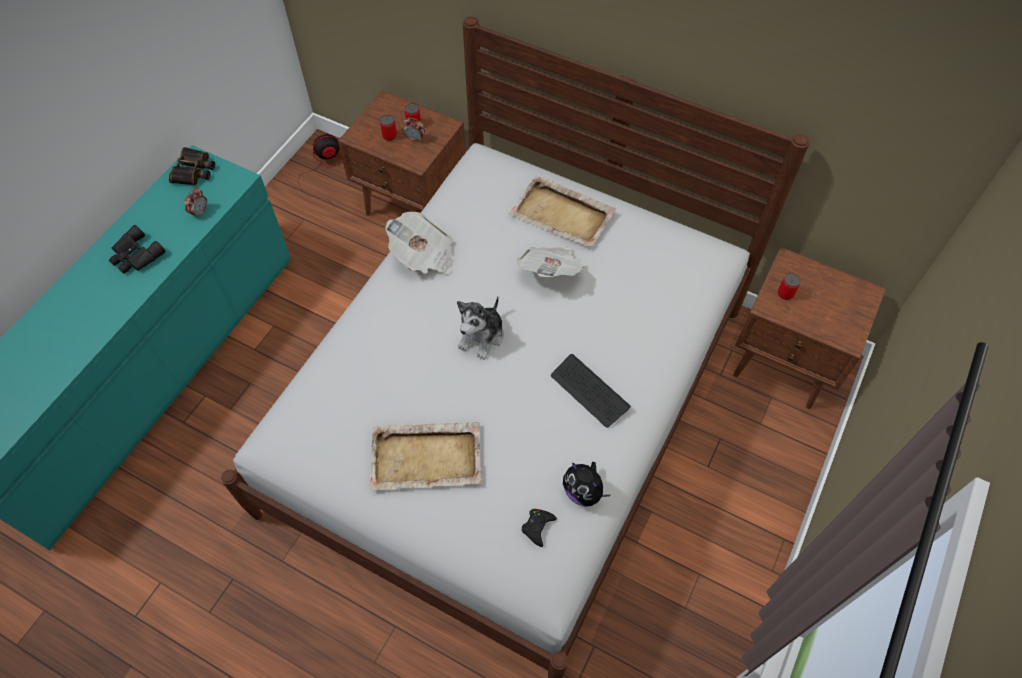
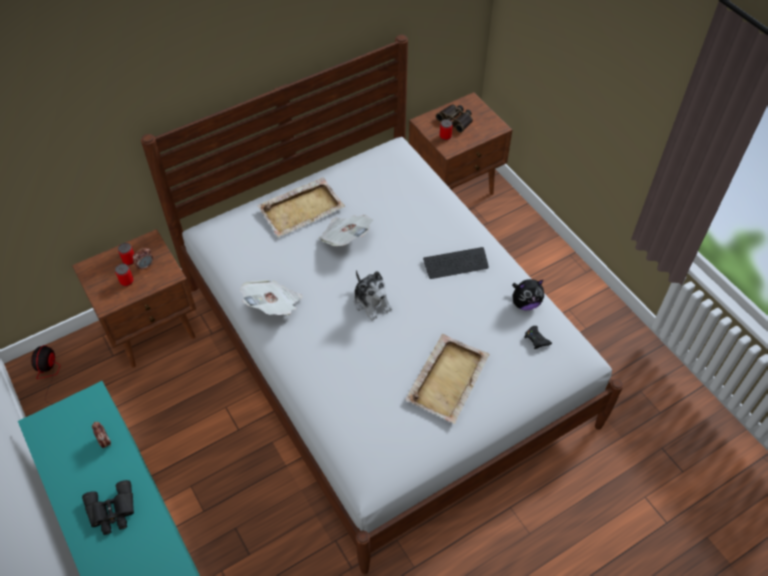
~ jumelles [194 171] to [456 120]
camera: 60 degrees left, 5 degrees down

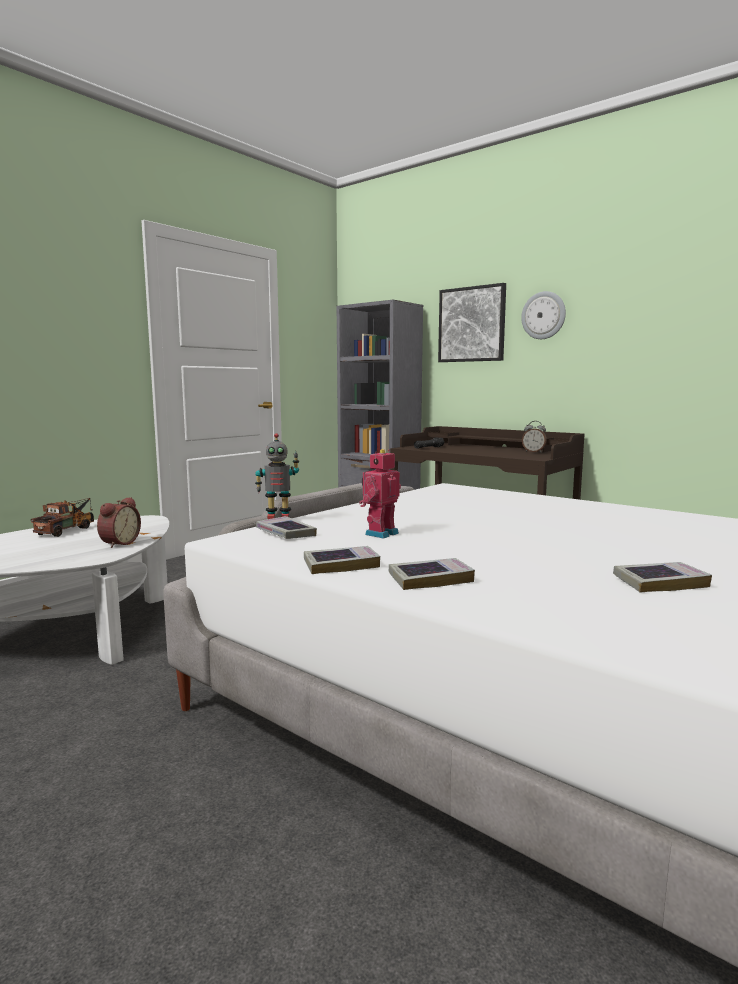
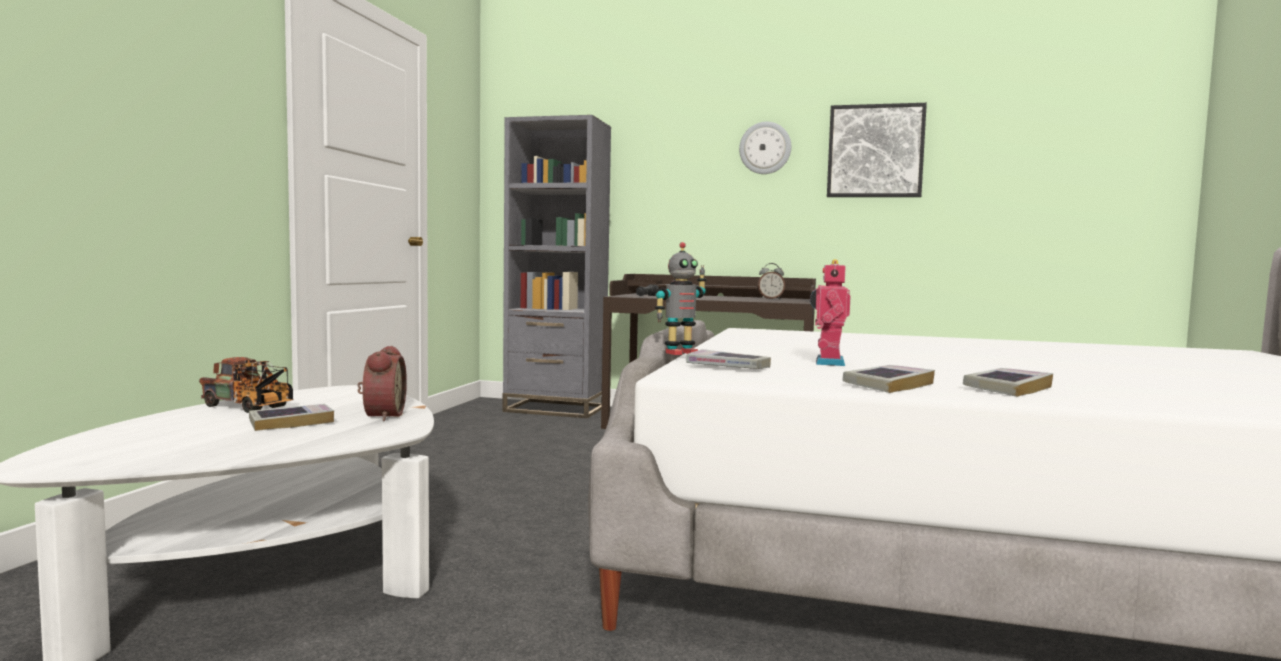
~ tableau [472 324] to [875 151]
~ livre [660 582] to [291 423]
~ camion jouet [68 530] = [251 407] 120 degrees clockwise
camera: 25 degrees left, 5 degrees down

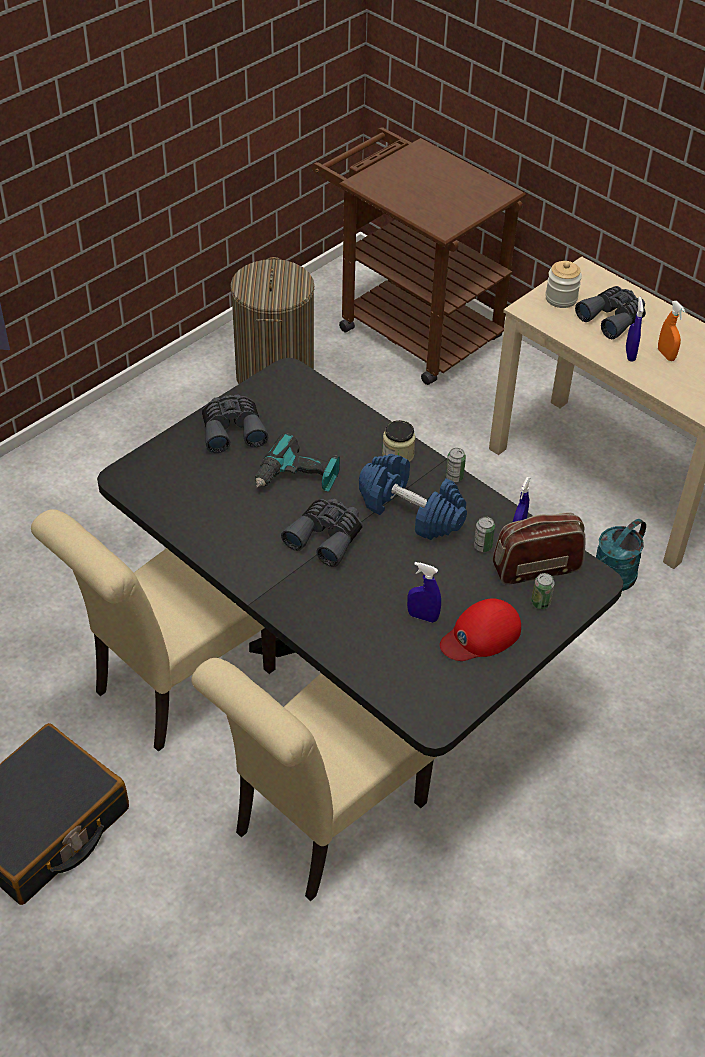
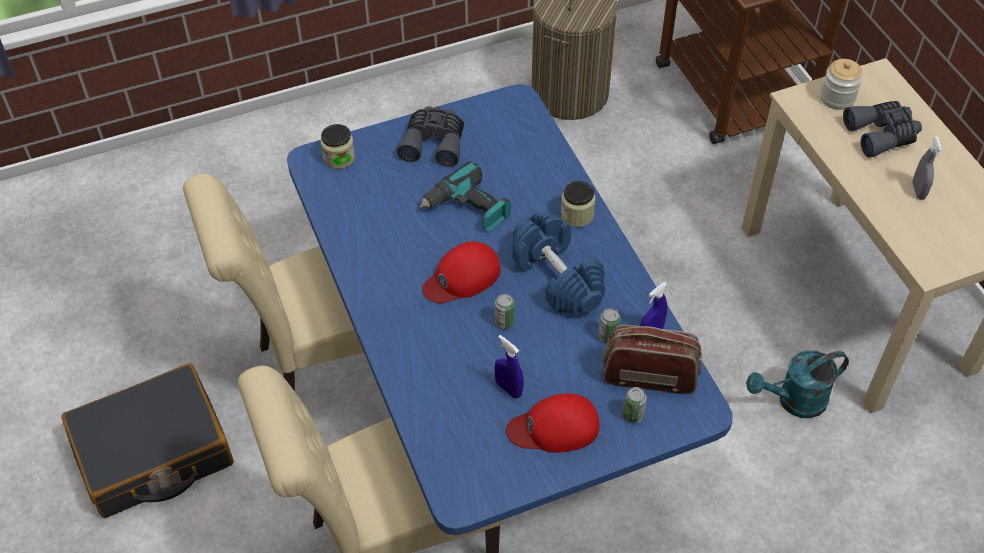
- vaporisateur (bleu) [630 354]
+ bocal [339 158]
~ boîte métallique [454 477] to [504 322]
~ jumelles (gris) [326 537] to casquette (rouge) [462 277]
~ table à manger (noir) [349 667] to table à manger (bleu) [493 402]
~ vaporisateur (orange) [666 355] to vaporisateur (gris) [918 191]
camera: 25 degrees right, 5 degrees up

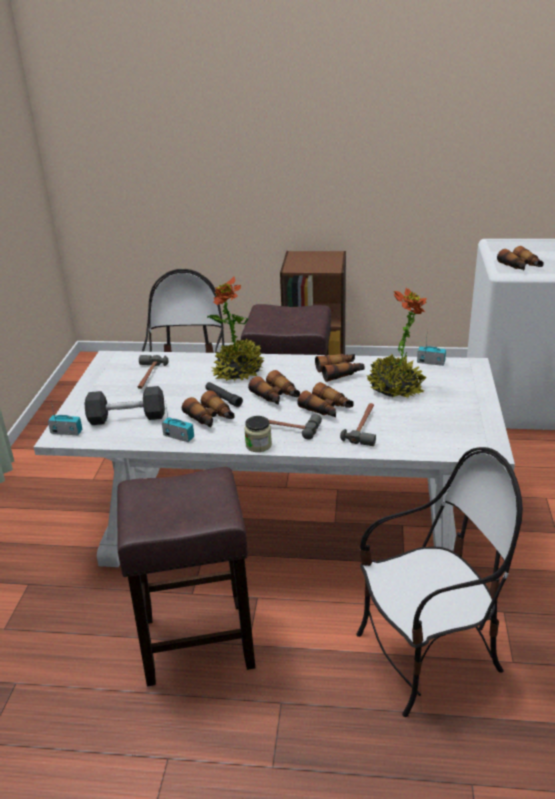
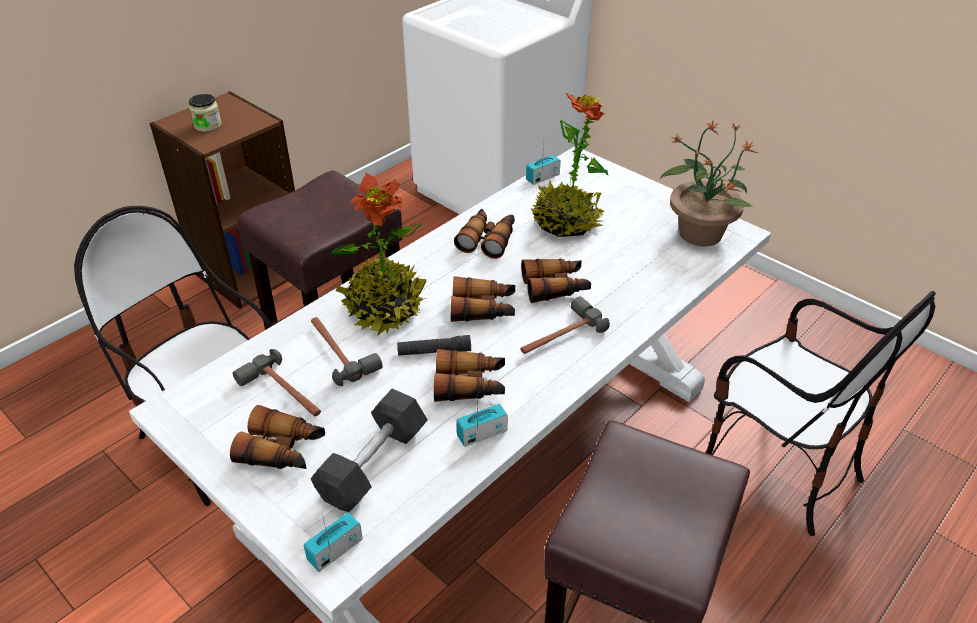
+ plante en pot [699 233]
~ bocal [258 445] to [208 125]
~ marteau [365 427] to [339 352]
~ jumelles [521 267] to [283 450]
~ chaise [427 658] = [777 468] 120 degrees clockwise
camera: 55 degrees left, 10 degrees up

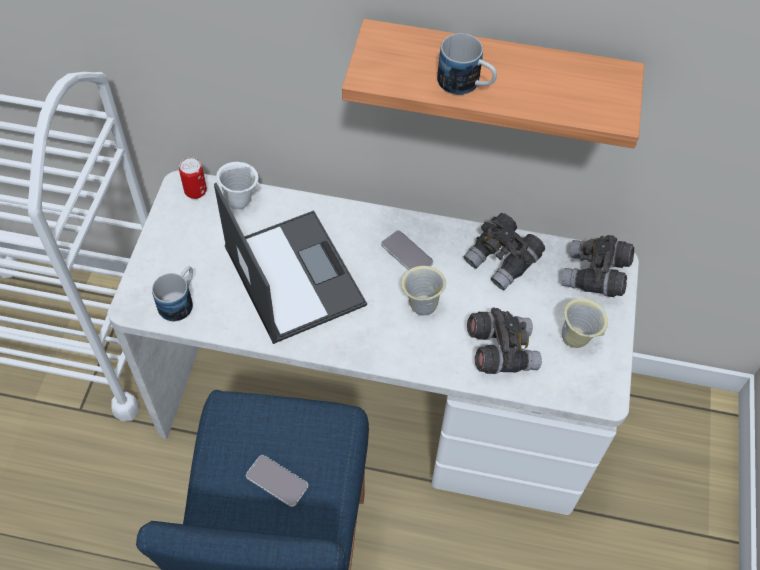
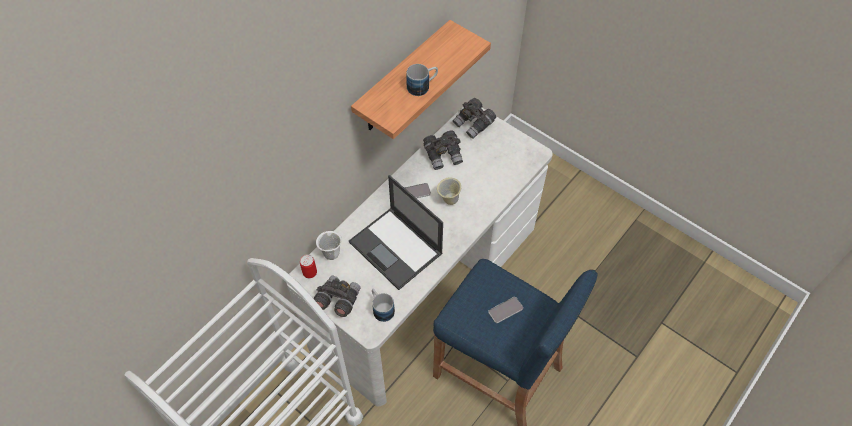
- mug (beige) [577 338]
~ jumelles (gris) [500 351] to [337 300]
~ ordinateur portable [293 275] = [396 248] 135 degrees counterclockwise
camera: 60 degrees left, 0 degrees up

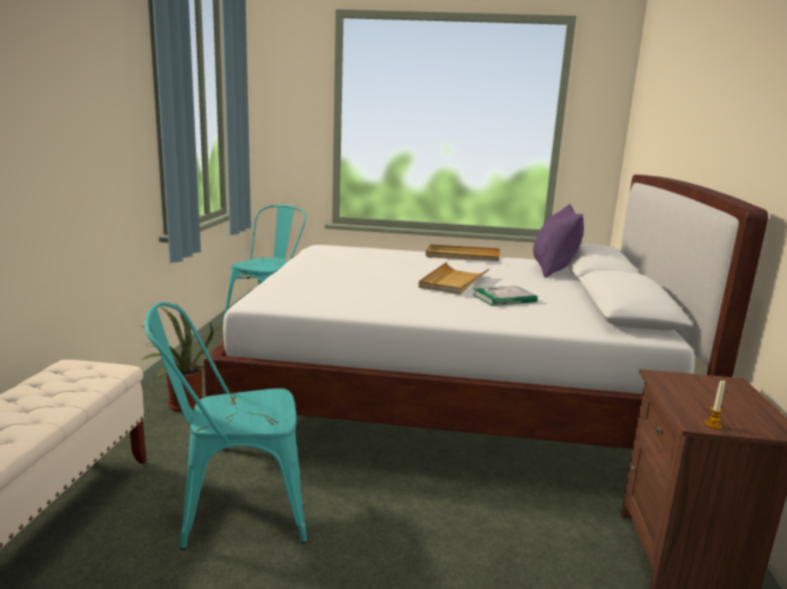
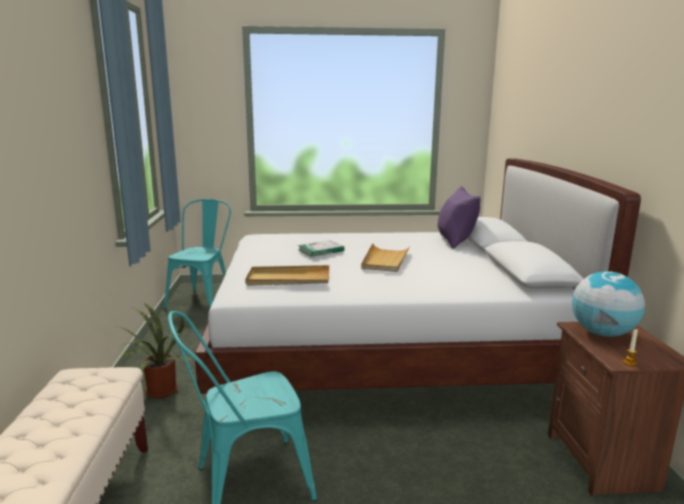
+ globe [602 333]
~ plateau (beige) [462 256] to [288 279]
~ livre [504 298] to [321 250]
camera: 10 degrees left, 0 degrees up

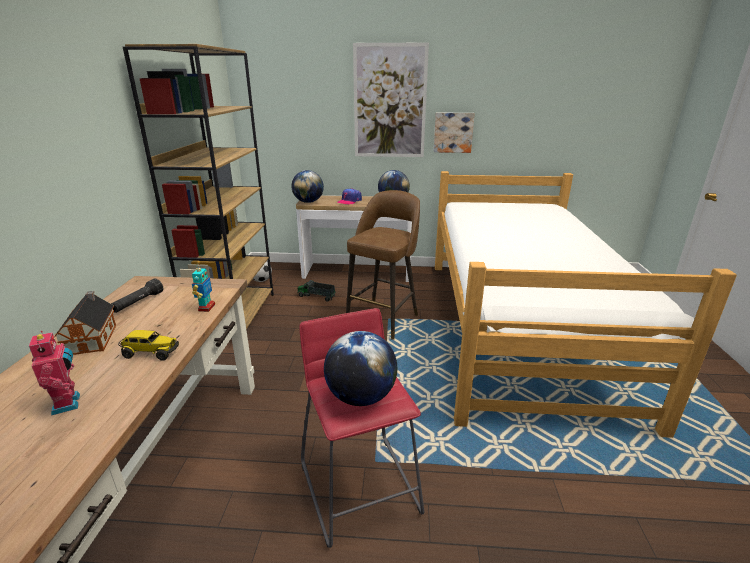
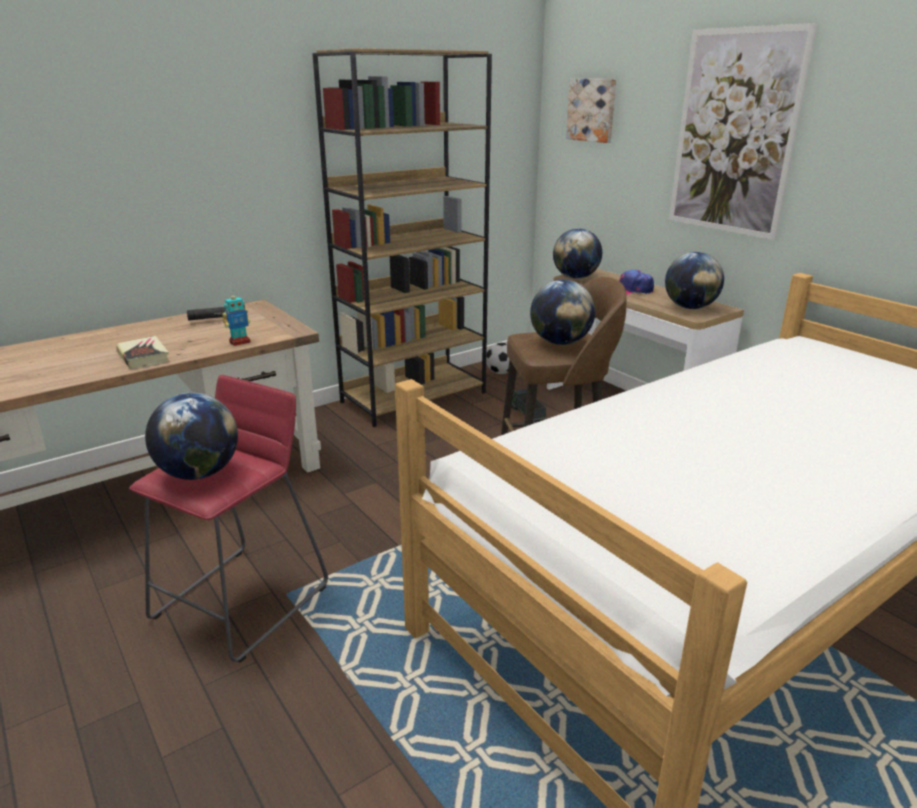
- robot jouet [68 403]
- maison miniature [93 338]
+ globe [560 342]
~ tableau [453 132] to [592 110]
~ camion jouet [150 353] to livre [143 357]
camera: 50 degrees right, 0 degrees up

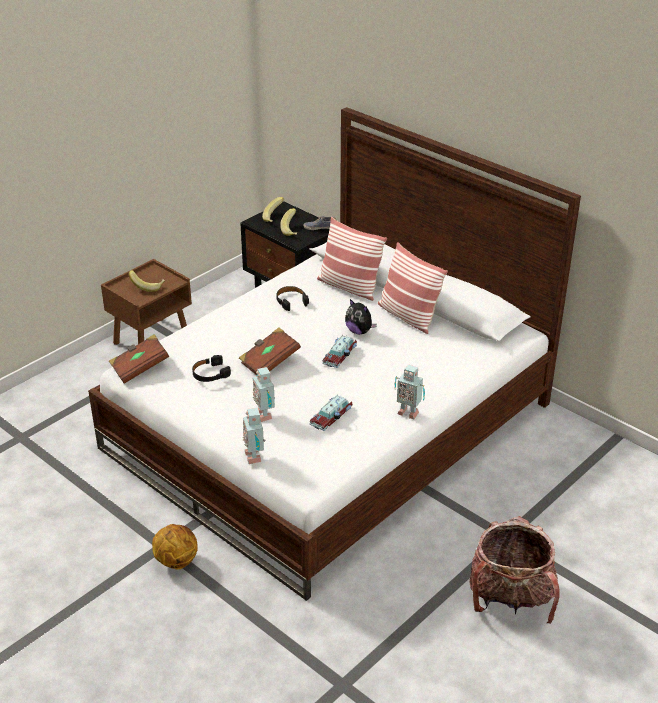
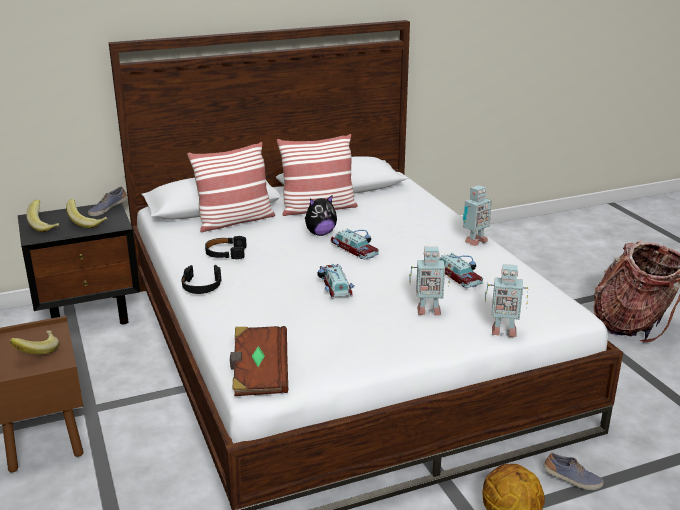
+ chaussure [572 480]
~ casque audio (noir) [210 374] to [201 286]
~ livre (marron) [269 362] to petite voiture [334 285]
camera: 65 degrees left, 10 degrees down

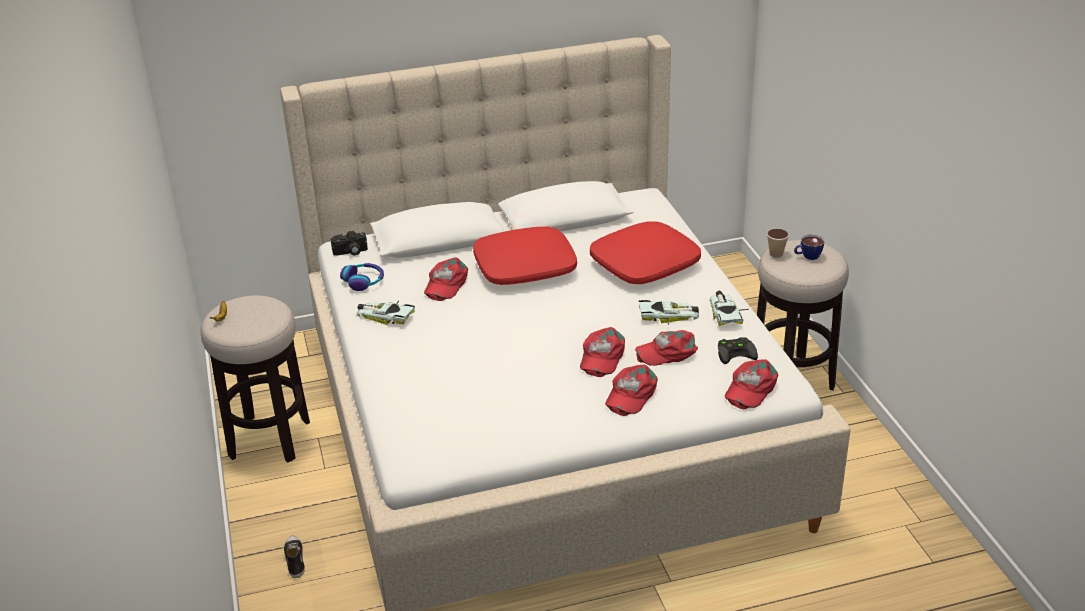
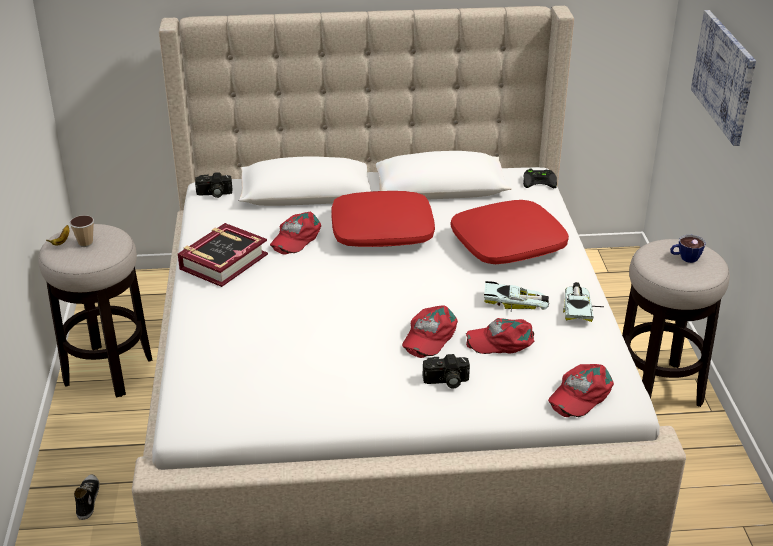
- casque audio [364 281]
+ tableau [724 76]
~ manette (noir) [736 352] to [540 181]
~ tasse [776 254] to [85 243]
~ petite voiture [385 315] to livre [223 262]
~ casquette (rouge) [630 394] to appareil photo [446 381]
camera: 10 degrees right, 0 degrees up

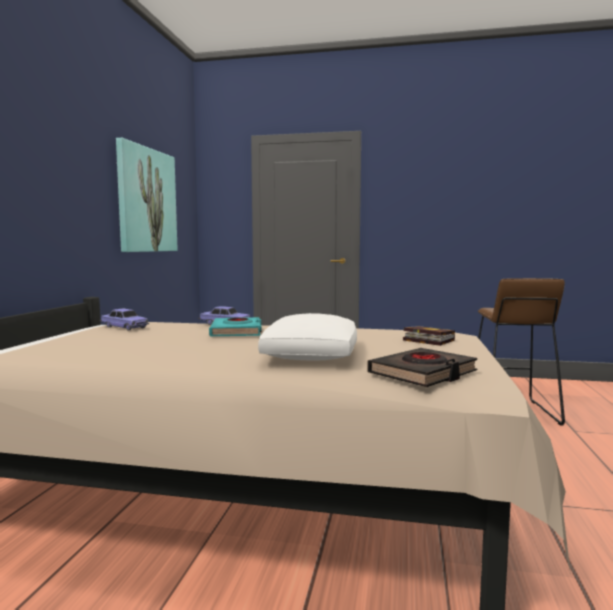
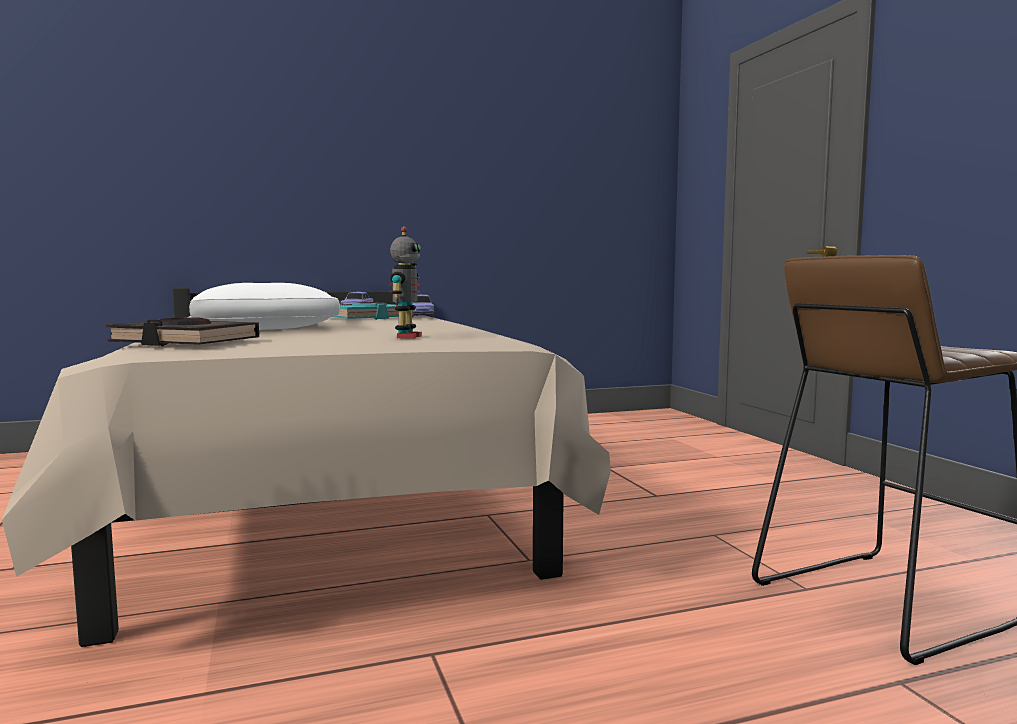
- tableau [146 200]
~ livre [426 340] to robot jouet [406 337]
camera: 60 degrees right, 0 degrees up

